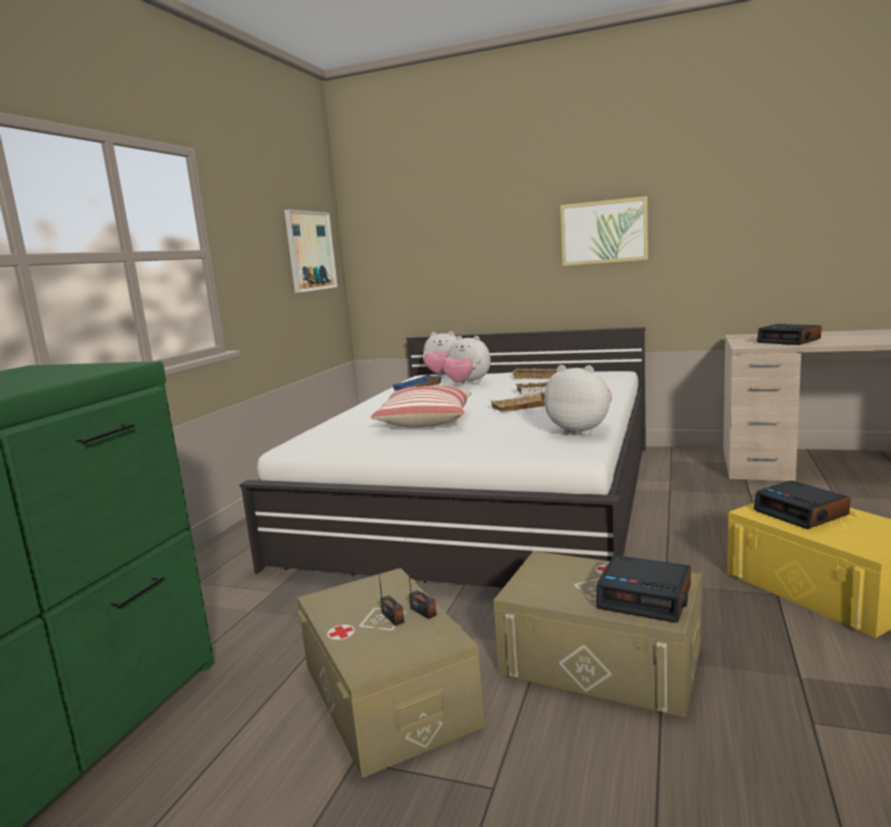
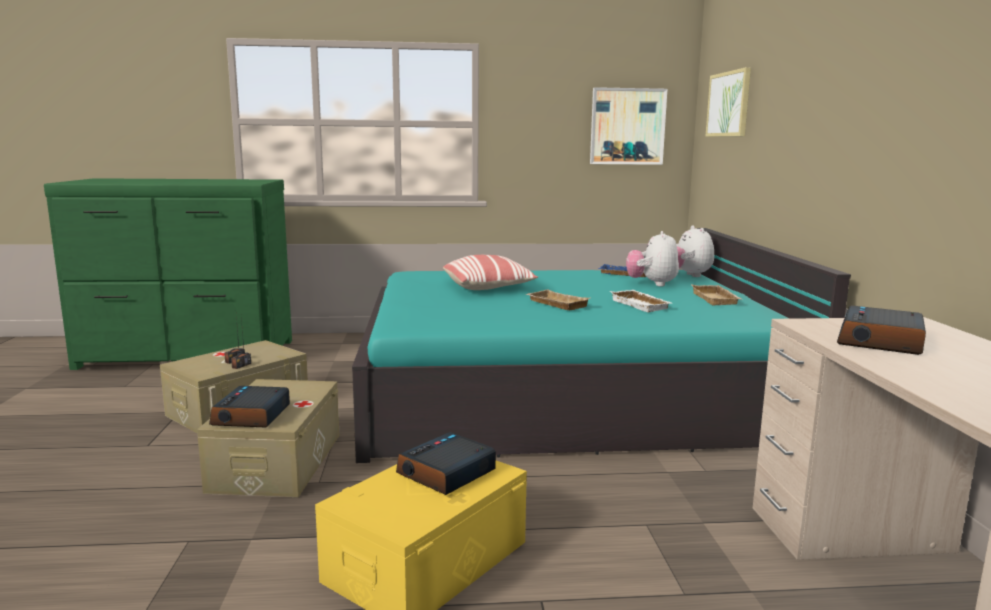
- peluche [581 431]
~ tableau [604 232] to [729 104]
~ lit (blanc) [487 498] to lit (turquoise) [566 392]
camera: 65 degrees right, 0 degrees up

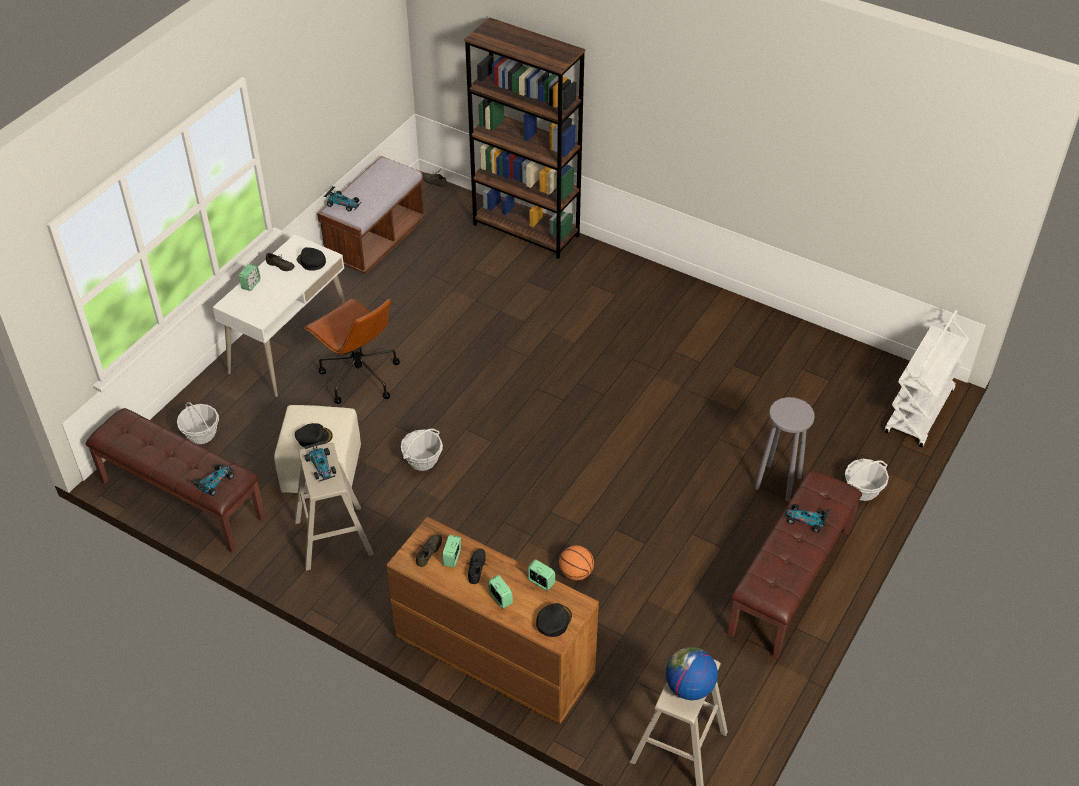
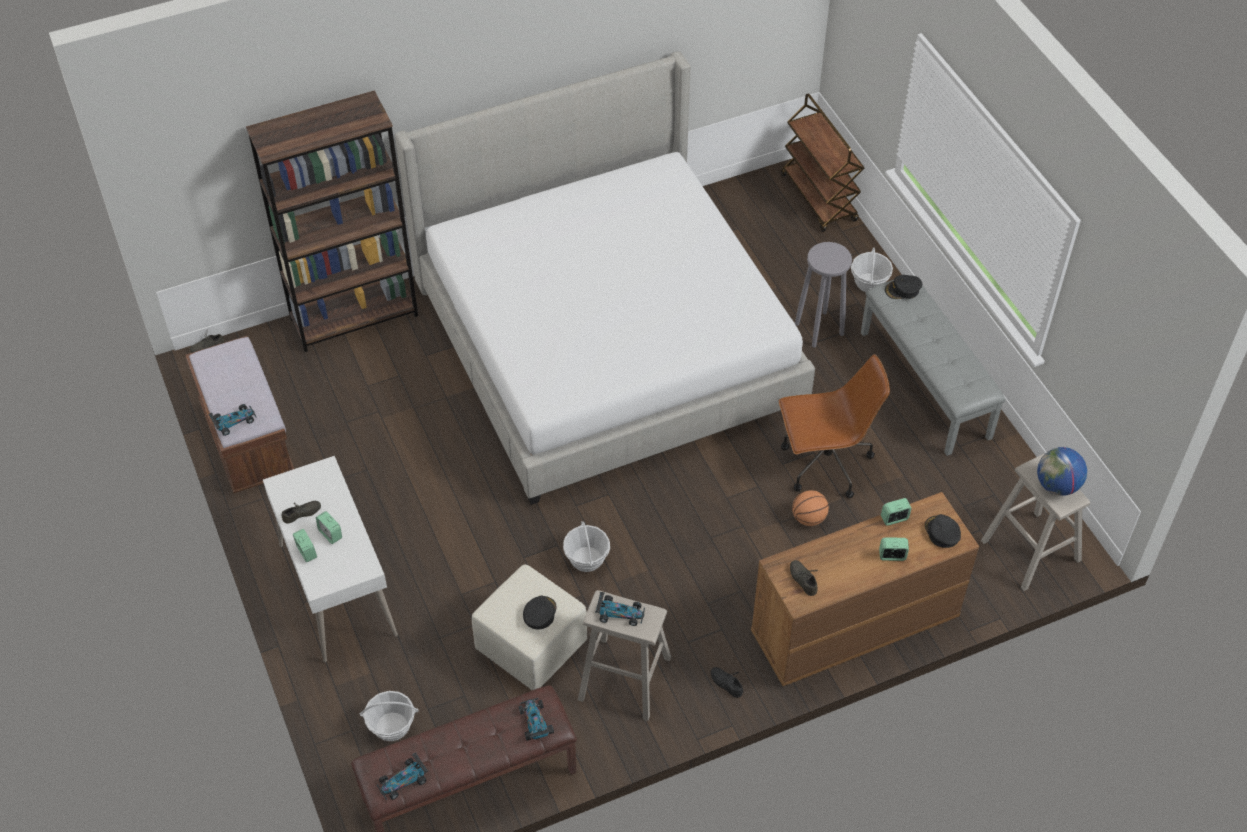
+ lit [606 342]
~ casquette (noir) [311 261] to [903 290]
~ chaise de bureau (marron) [359 377] to [824 464]
~ réveil [452 558] to [330 534]
~ chaussure (noir) [478 568] to [727 683]
~ petite voiture [806 520] to [403 781]
~ banc (marron) [791 582] to banc (gris) [926 384]
~ chariot (blanc) [919 412] to chariot (marron) [819 198]
camera: 55 degrees left, 5 degrees up

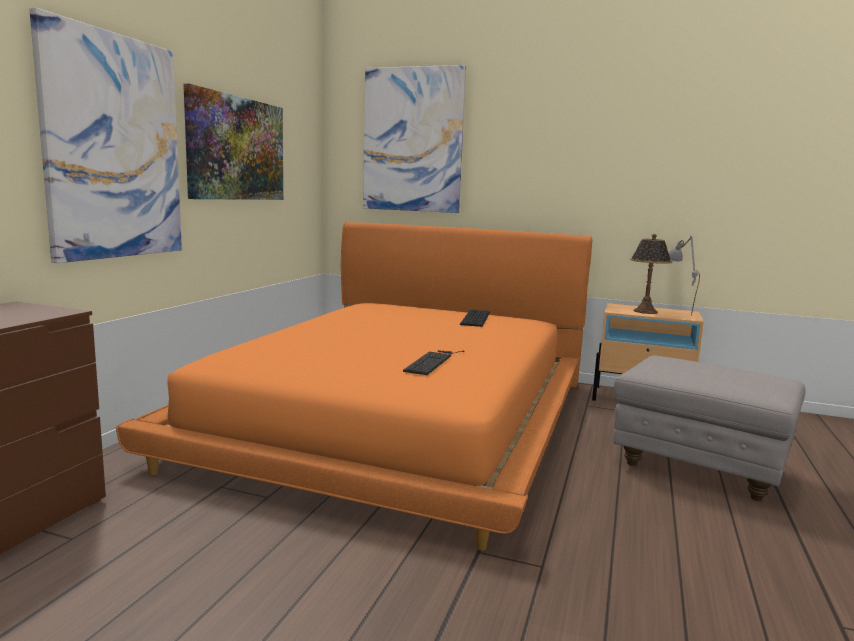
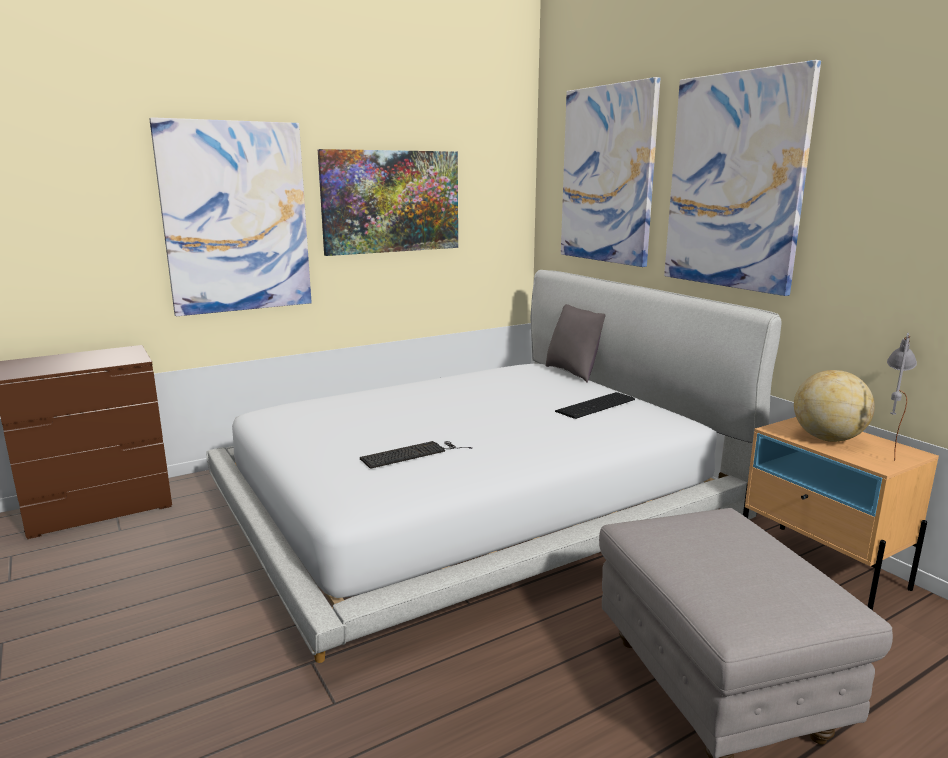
+ coussin (gris) [574 373]
+ tableau [734 182]
~ lampe de table [645 311] to globe [827 438]
~ lit (orange) [401 417] to lit (blanc) [475 501]
camera: 40 degrees right, 5 degrees up

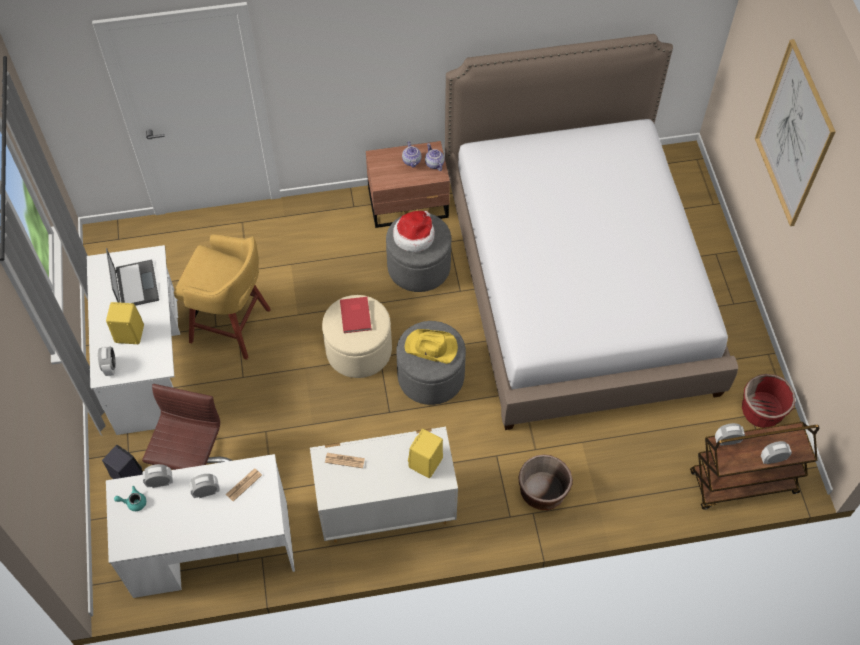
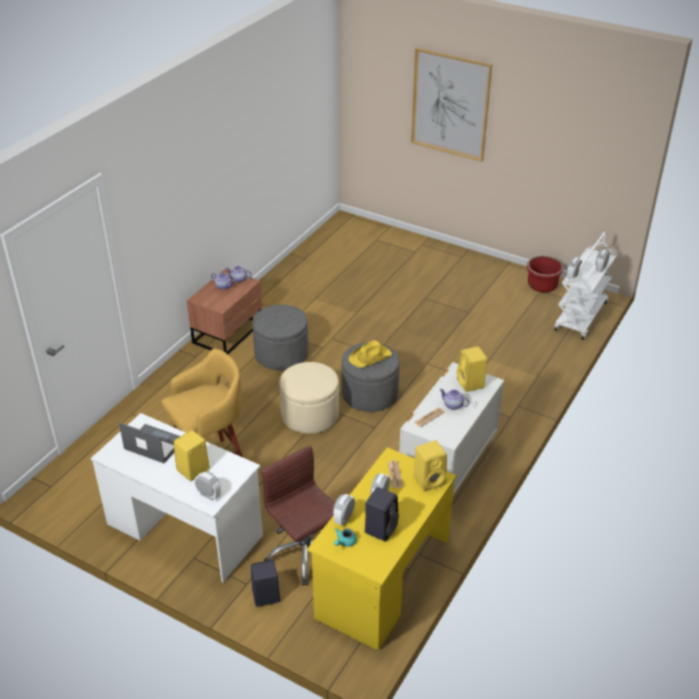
- livre (rouge) [356 315]
- chapeau [414 235]
- lit [577 283]
- cache-pot (marron) [542 492]
+ enceinte (noir) [381 528]
+ enceinte (jaune) [430 480]
+ théière [452 405]
~ bureau (blanc) [211 549] to bureau (jaune) [383 579]
~ chariot (marron) [742 483] to chariot (blanc) [581 317]
camera: 50 degrees left, 20 degrees down

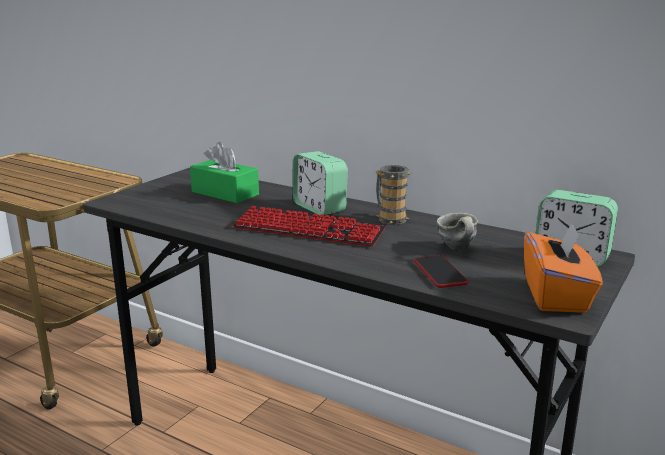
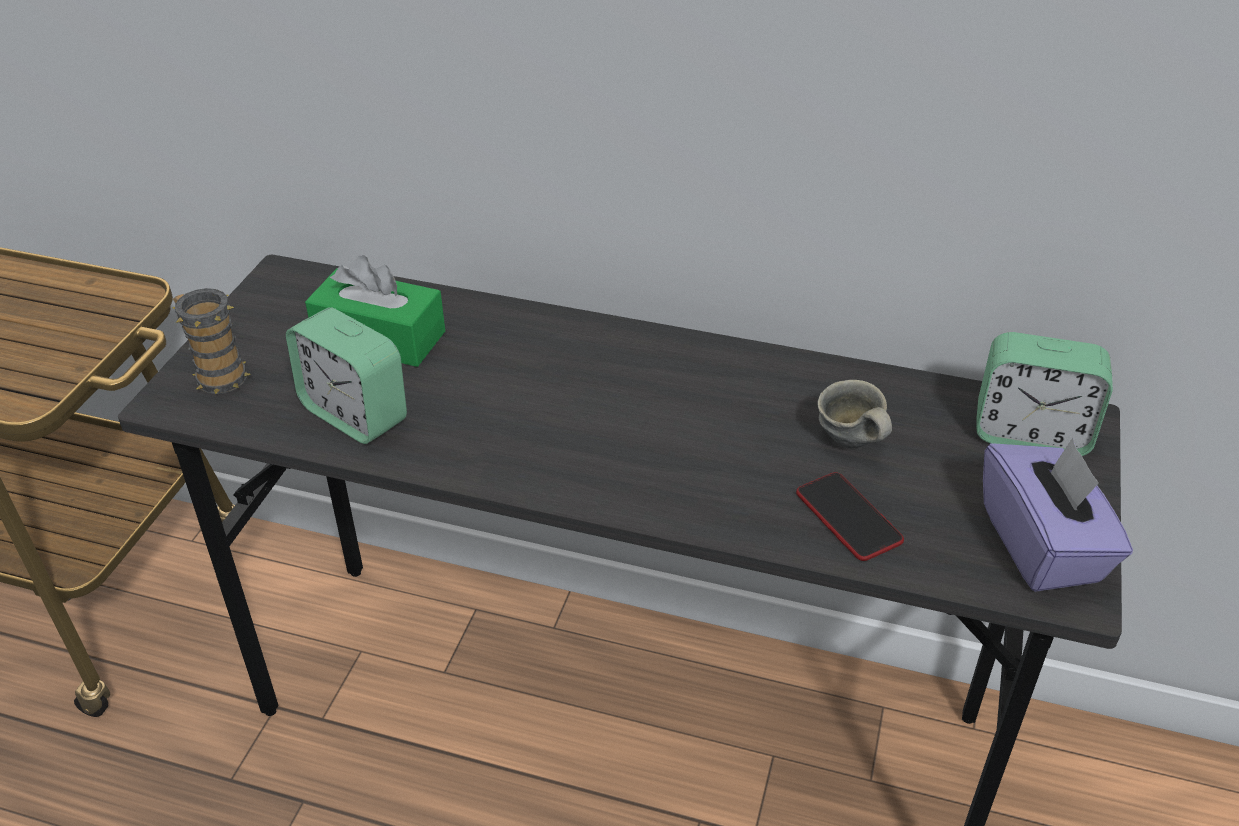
- clavier [308 230]
~ réveil [319 208] to [354 414]
~ mug [389 218] to [216 374]
~ boîte à mouchoirs (orange) [556 295] to boîte à mouchoirs (violet) [1042 545]
camera: 15 degrees left, 20 degrees up

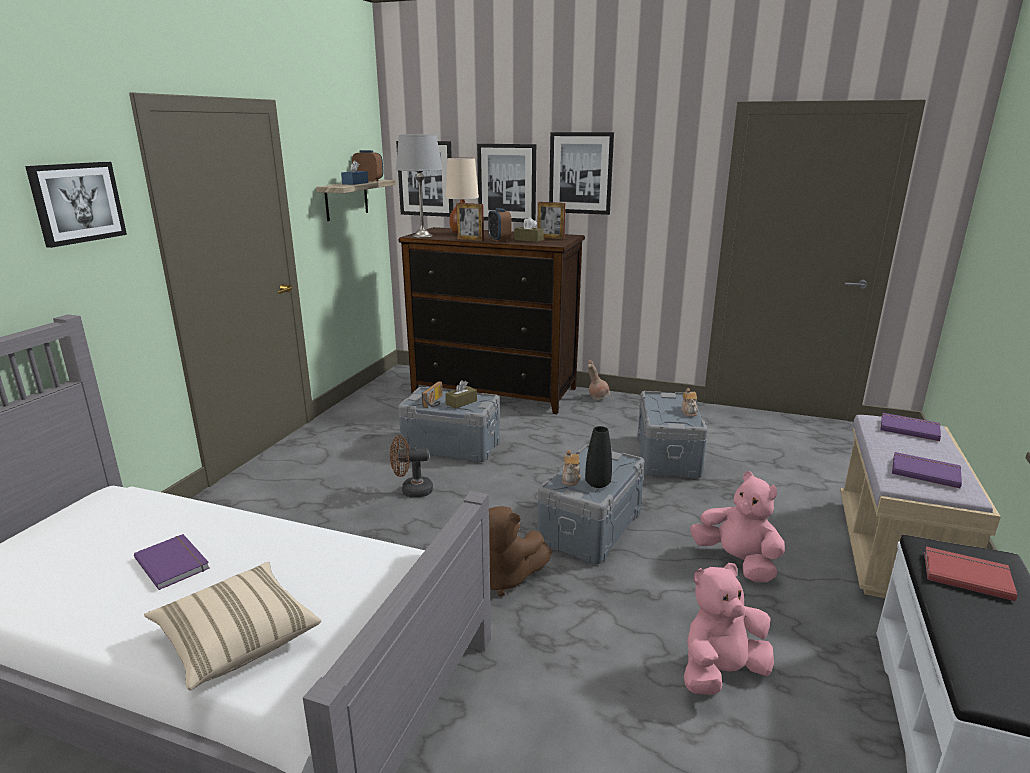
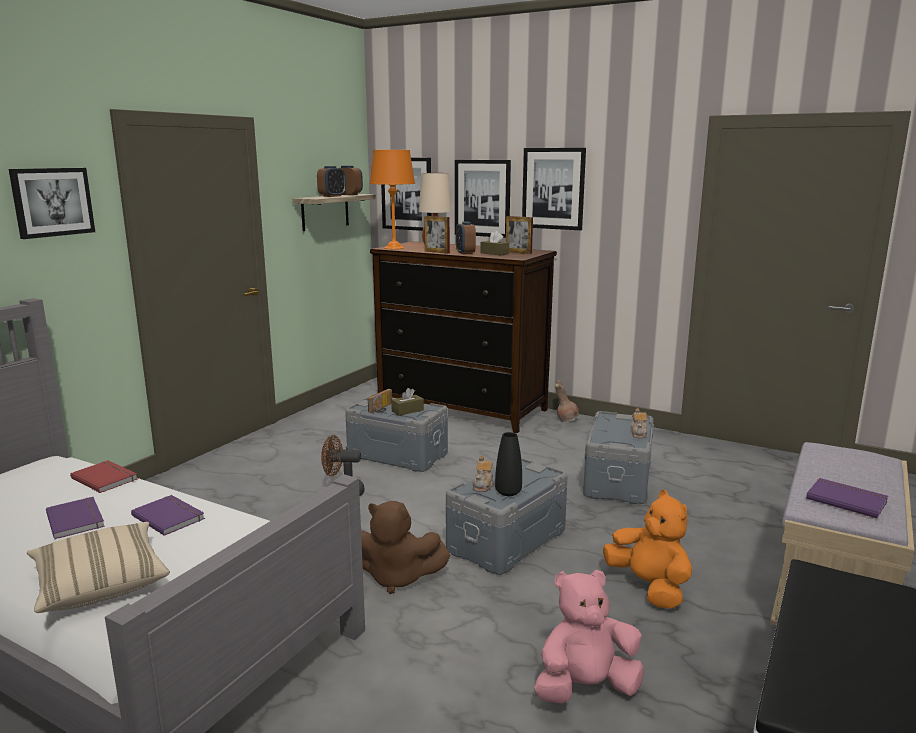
~ livre (violet) [909 428] to [170 516]
~ livre (rouge) [966 574] to [106 478]
~ boîte à mouchoirs (bleu) [355 183] to réveil [332 196]
~ lampe de table (gris) [422 236] to lampe de table (orange) [393 248]
~ peluche (rose) [737 562] to peluche (orange) [649 587]
camera: 10 degrees right, 5 degrees down

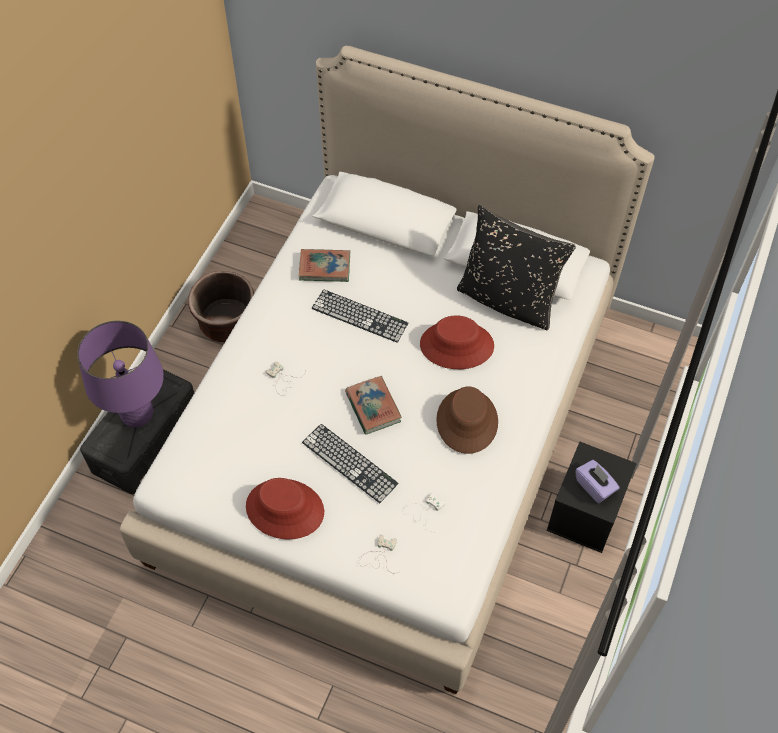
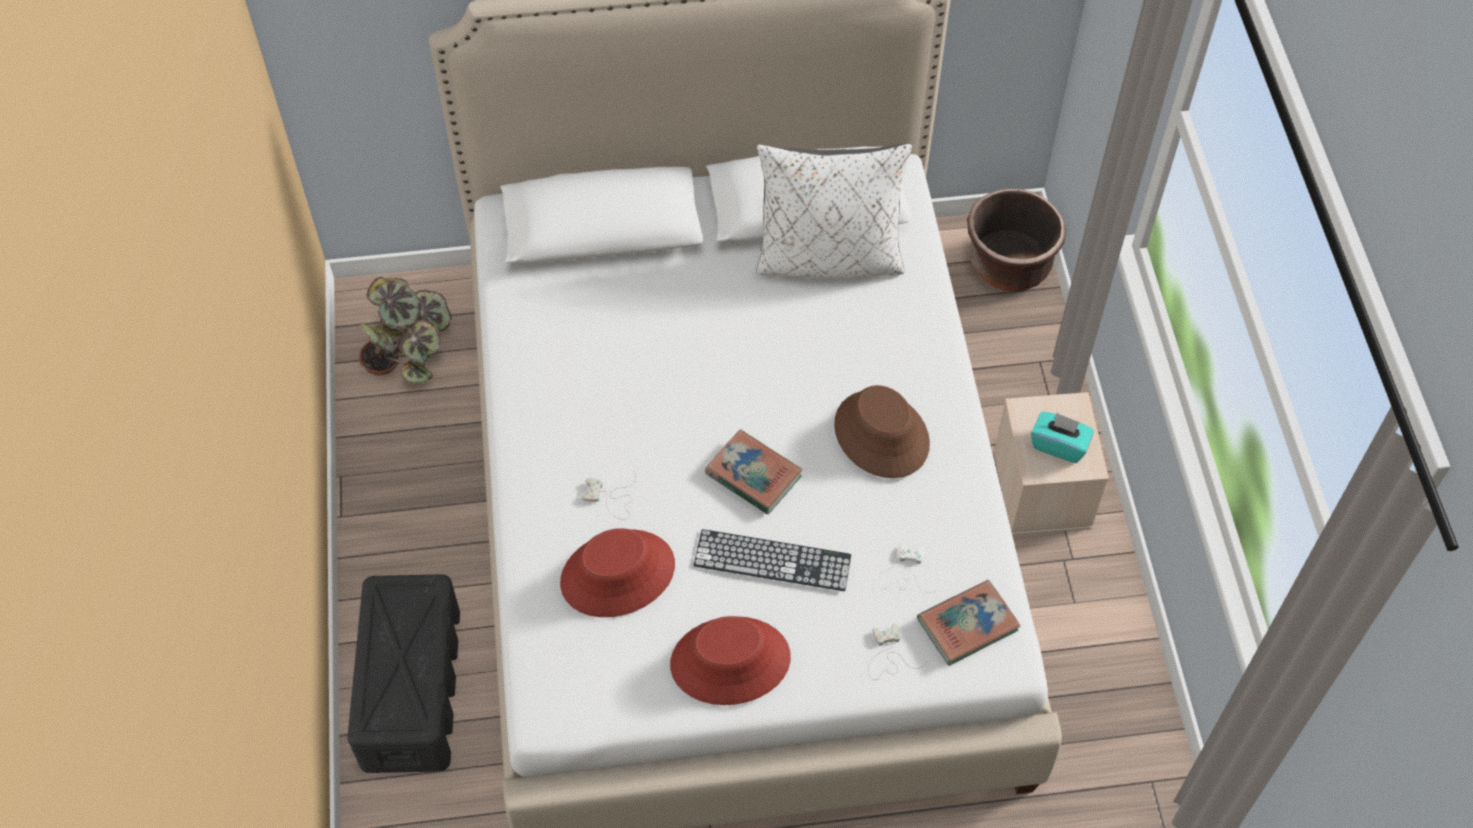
- lampe de table (violet) [137 414]
- clavier [359 316]
+ plante en pot [408 349]
~ cache-pot (marron) [227 323] to [1009 264]
~ livre [325 267] to [967 625]
~ chapeau (rouge) [456 346] to [618 574]
~ coussin (noir) [508 300] to coussin (blanc) [829 258]
~ boîte de rangement (noir) [585 511] to boîte de rangement (beige) [1040 488]
~ boîte à mouchoirs (violet) [594 487] to boîte à mouchoirs (turquoise) [1059 445]
camera: 30 degrees left, 0 degrees up

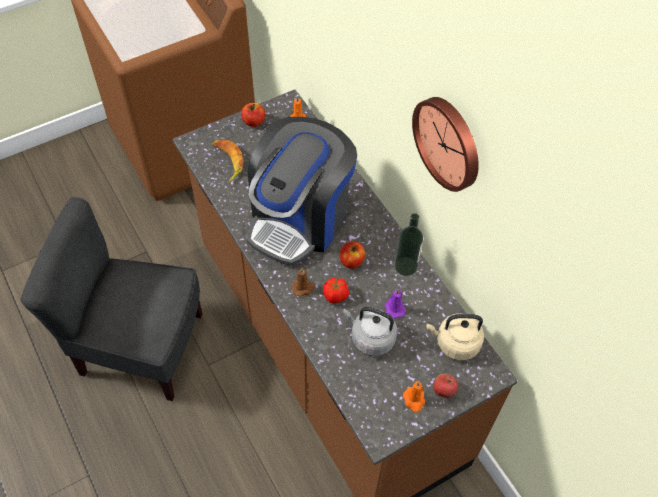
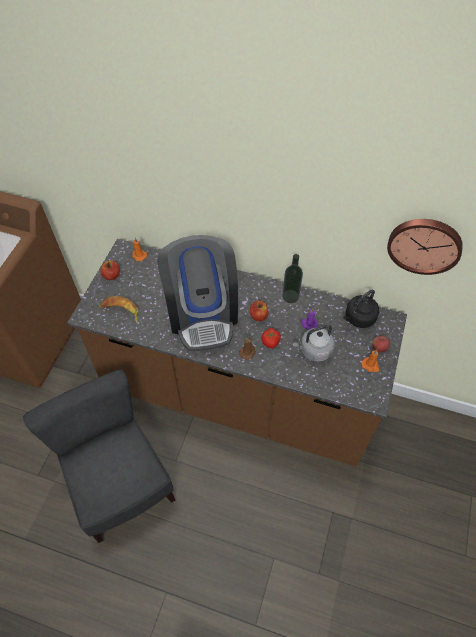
~ horloge murale [449 142] to [424 244]
~ bouilloire (beige) [455 343] to bouilloire (noir) [358 318]
~ chaise (gris) [141 347] = [121 485] 90 degrees clockwise
camera: 40 degrees left, 0 degrees up

